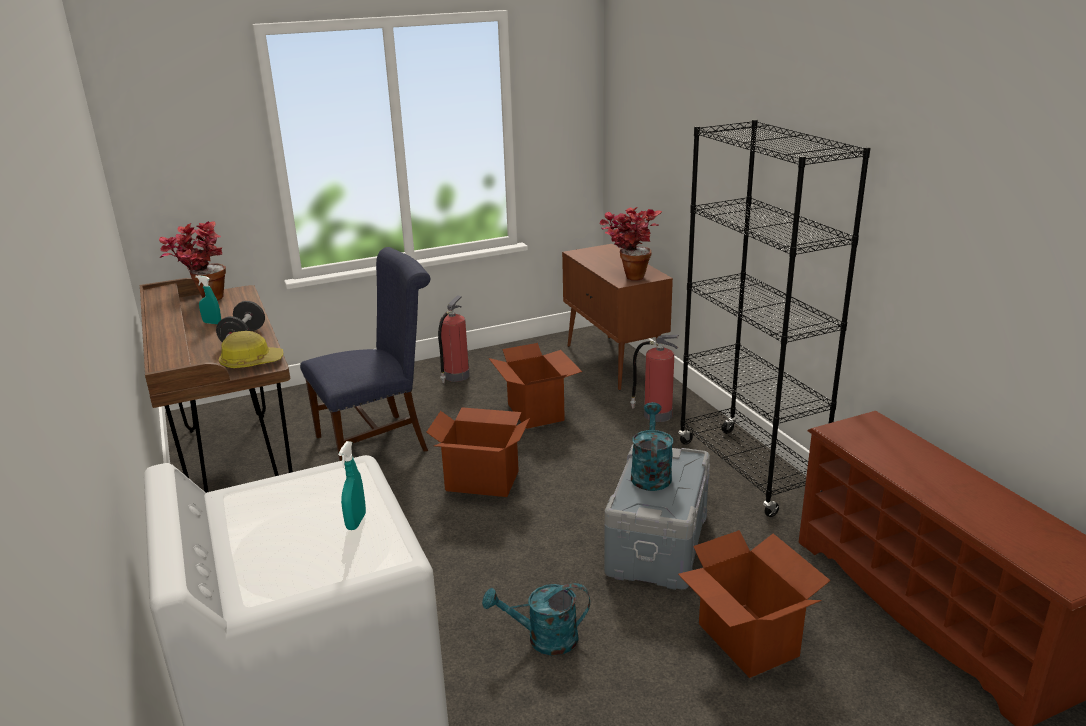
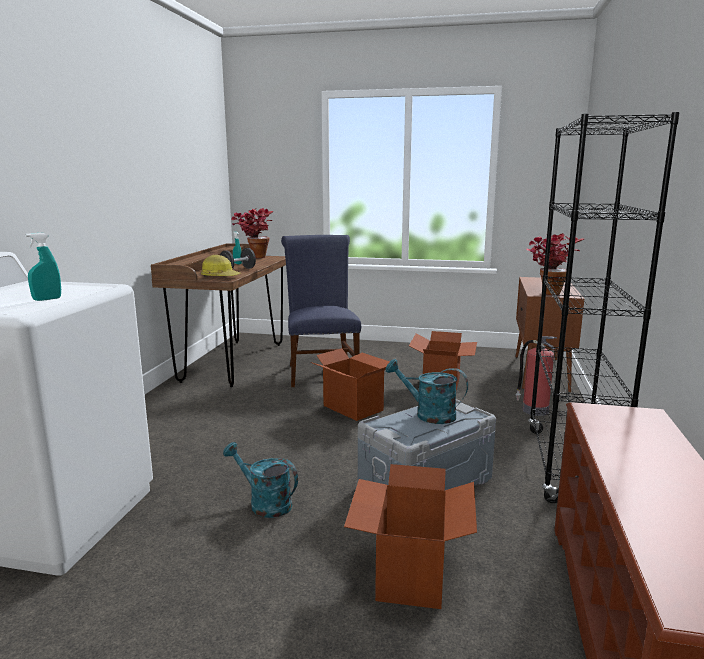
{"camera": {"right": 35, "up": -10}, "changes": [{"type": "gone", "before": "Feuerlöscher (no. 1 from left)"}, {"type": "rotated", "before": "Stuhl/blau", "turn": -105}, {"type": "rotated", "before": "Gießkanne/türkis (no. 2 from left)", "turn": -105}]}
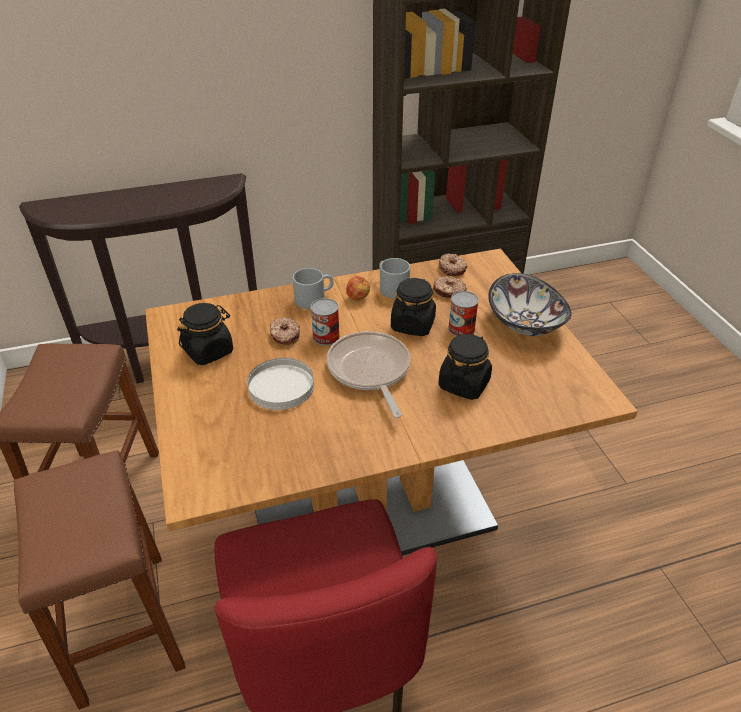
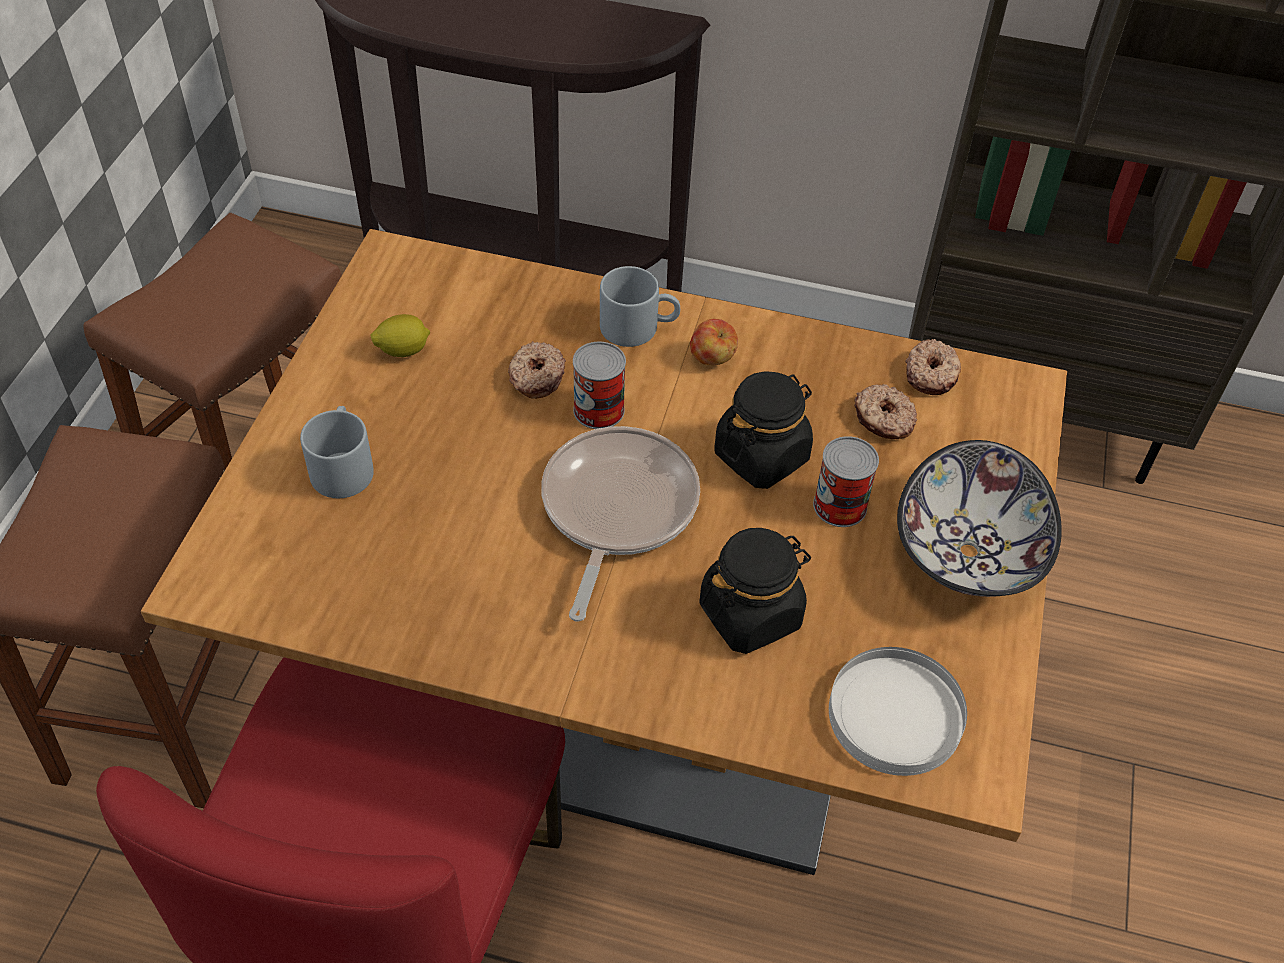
{"camera": {"right": 30, "up": 10}, "changes": [{"type": "shifted", "before": "Teller/weiß"}, {"type": "shifted", "before": "Henkelbecher/grau (no. 2 from left in the first image)", "after": "Henkelbecher/grau (no. 1 from left)"}, {"type": "swapped", "before": "Vorratsglas/schwarz (no. 1 from left)", "after": "Zitrone"}]}
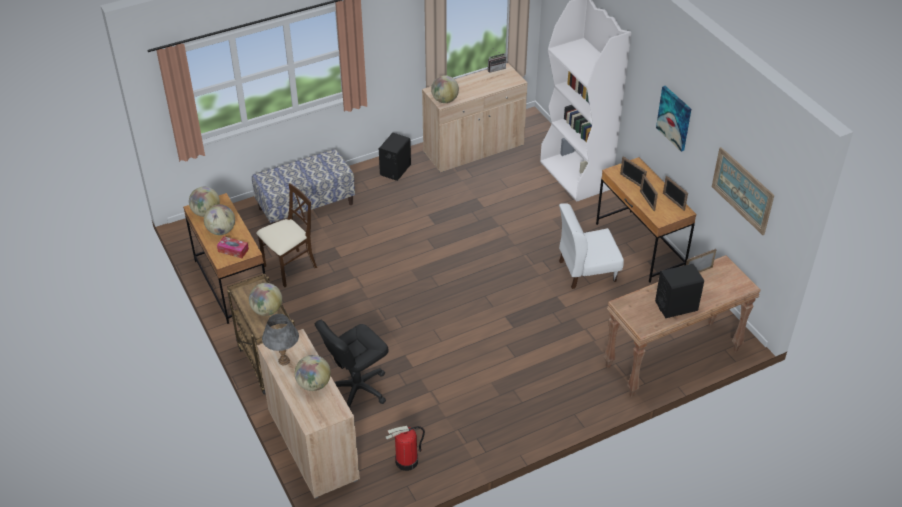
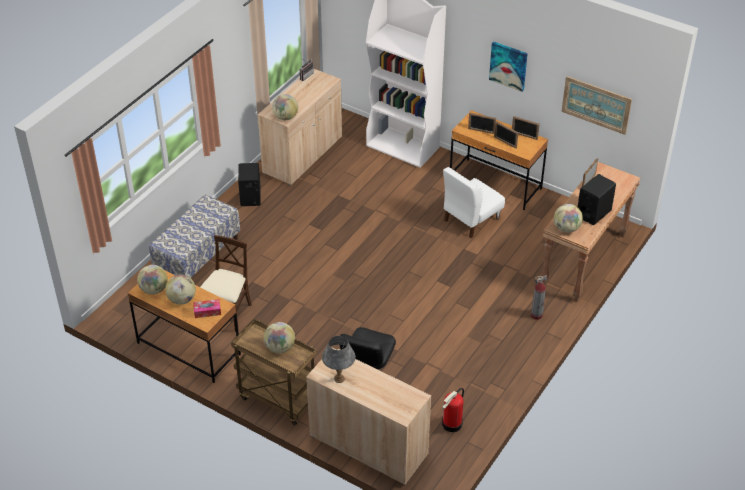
{"camera": {"right": -30, "up": 0}, "changes": [{"type": "new", "after": "Feuerlöscher (no. 2 from left)"}, {"type": "shifted", "before": "Globus (no. 4 from left in the first image)", "after": "Globus (no. 5 from left)"}]}
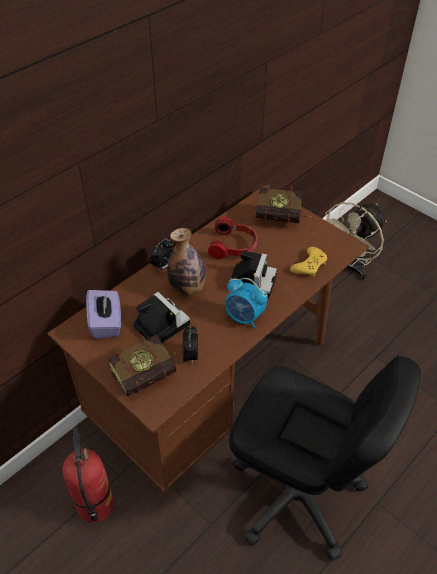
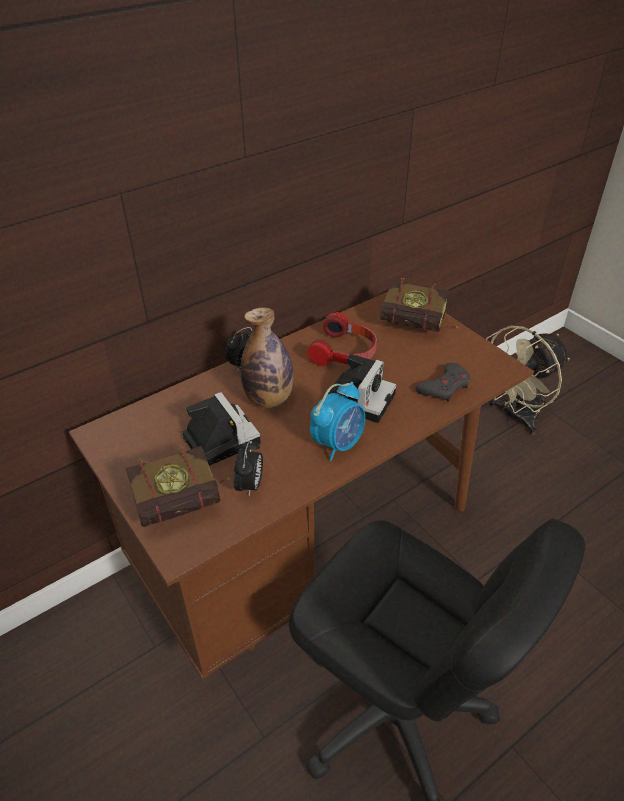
{"camera": {"right": 10, "up": -5}, "changes": [{"type": "gone", "before": "Feuerlöscher"}, {"type": "gone", "before": "Taschentuchbox/lila"}, {"type": "repainted", "before": "Gamepad/gelb", "after": "Gamepad/grau"}, {"type": "rotated", "before": "Wecker (no. 3 from left)", "turn": -90}]}
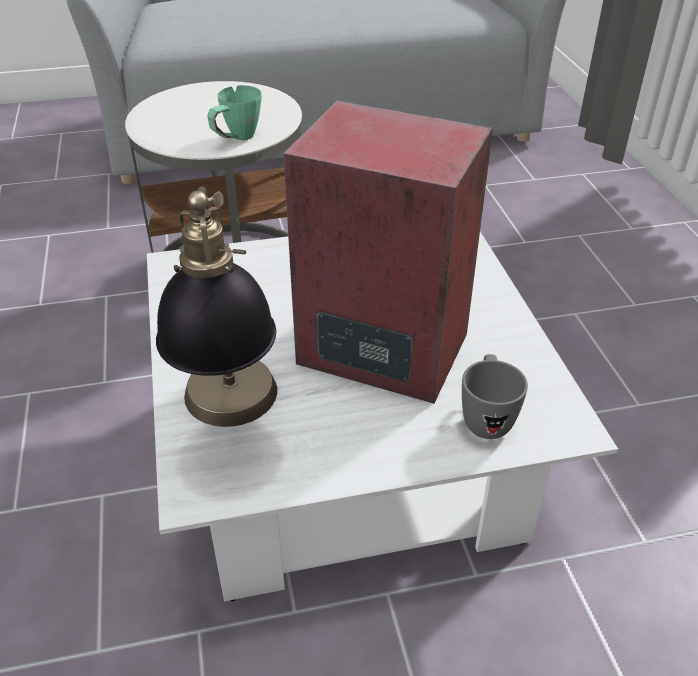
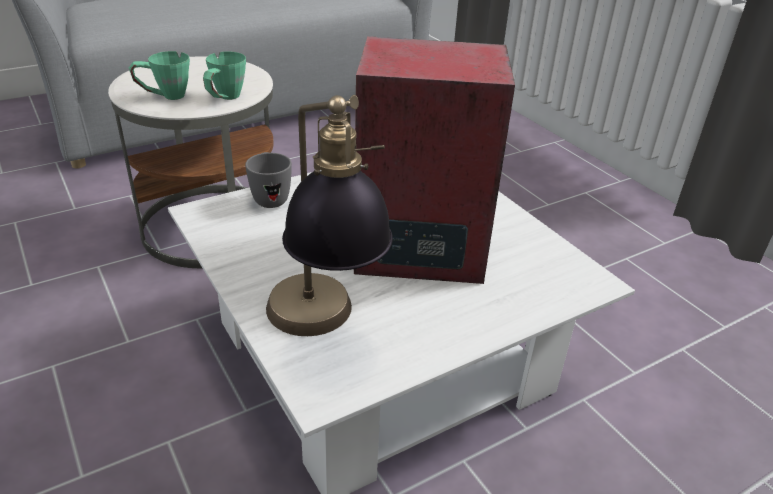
{"camera": {"right": -20, "up": -5}, "changes": [{"type": "new", "after": "Henkelbecher/grün (no. 1 from left)"}, {"type": "shifted", "before": "Henkelbecher/grau"}]}
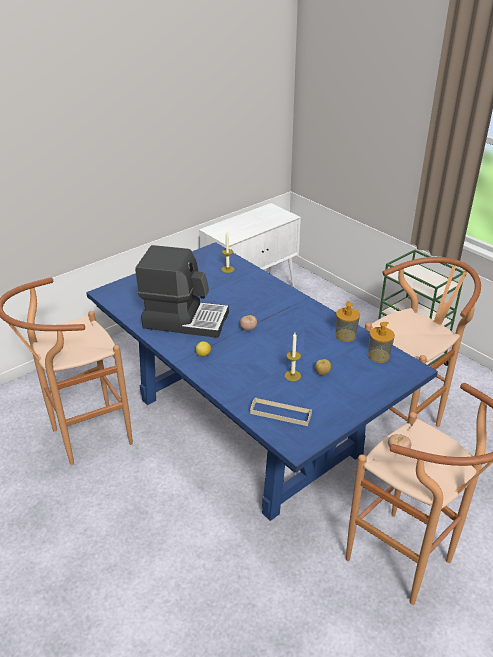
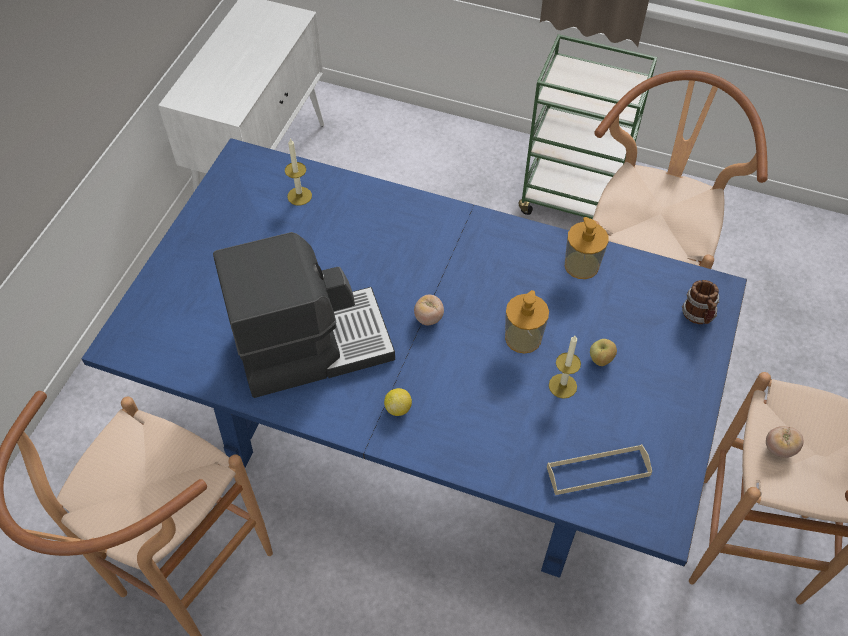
{"camera": {"right": -30, "up": 20}, "changes": [{"type": "new", "after": "Henkelbecher"}, {"type": "shifted", "before": "Seifenspender (no. 2 from left in the first image)", "after": "Seifenspender (no. 1 from left)"}]}
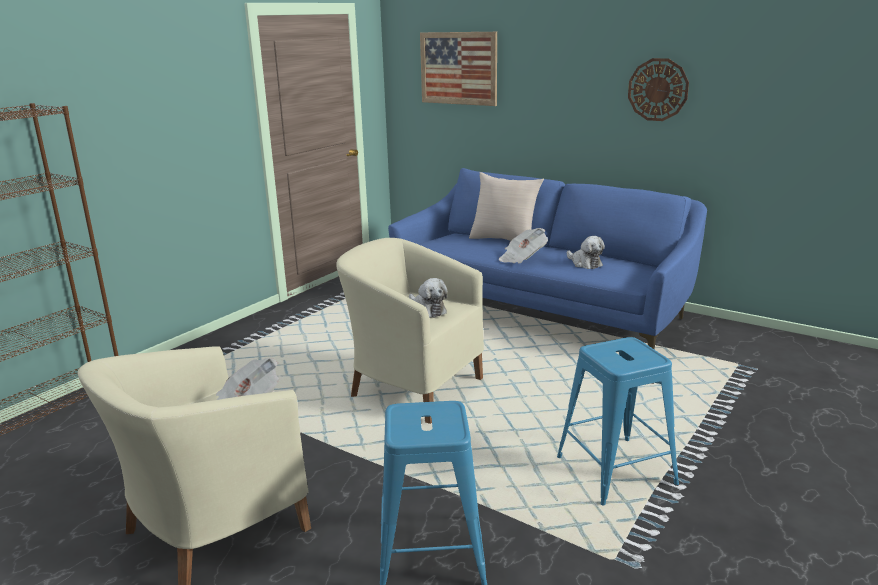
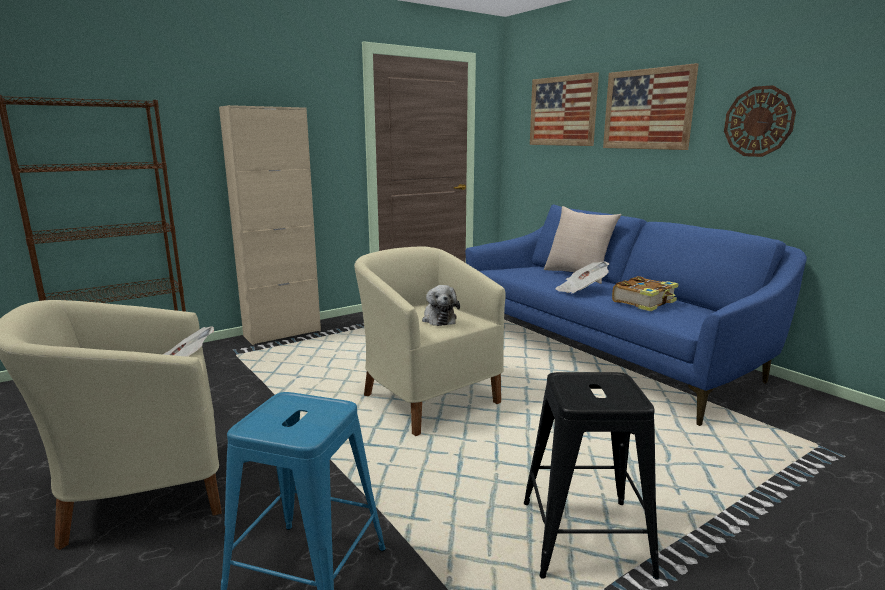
{"camera": {"right": 20, "up": -5}, "changes": [{"type": "new", "after": "Schrank/beige"}, {"type": "new", "after": "Bild (no. 2 from left)"}, {"type": "swapped", "before": "Plüschtier (no. 2 from left)", "after": "Buch"}, {"type": "repainted", "before": "Hocker/blau (no. 2 from left)", "after": "Hocker/schwarz"}]}
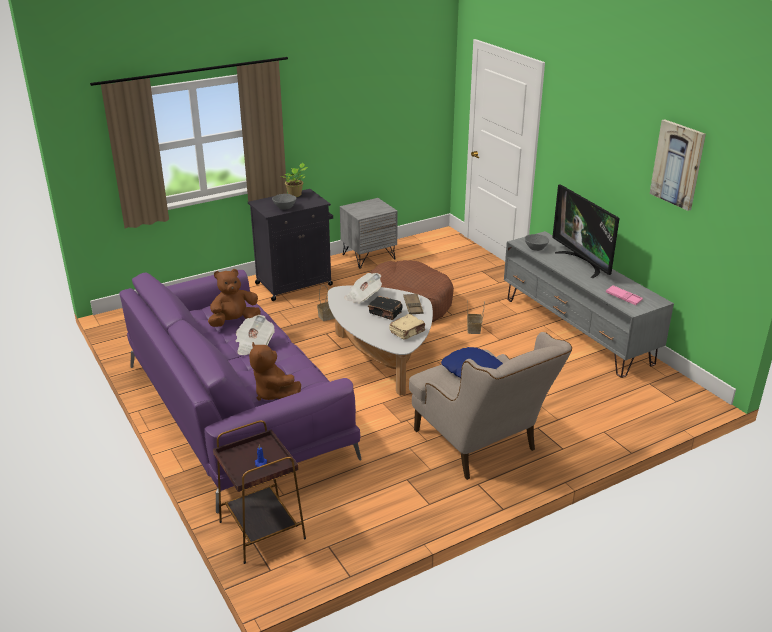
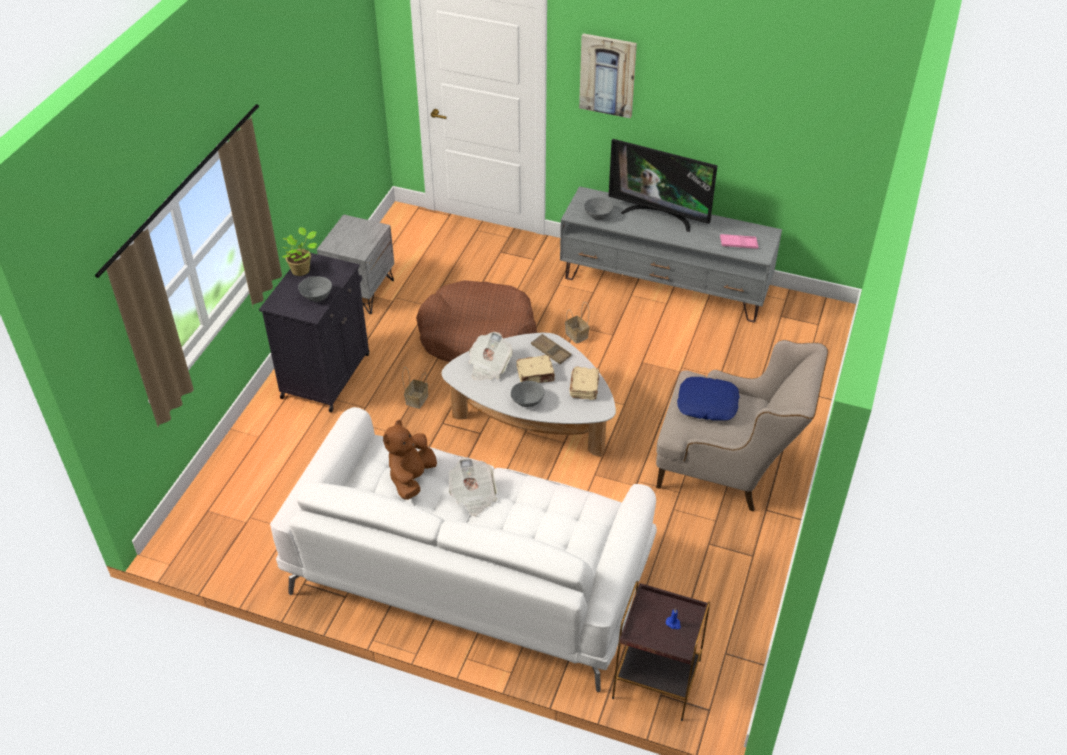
{"camera": {"right": -40, "up": 15}, "changes": [{"type": "gone", "before": "Plüschtier/braun (no. 2 from left)"}, {"type": "new", "after": "Schüssel/grau (no. 2 from left)"}, {"type": "shifted", "before": "Bild"}, {"type": "repainted", "before": "Sofa/lila", "after": "Sofa/weiß"}, {"type": "repainted", "before": "Buch/schwarz", "after": "Buch/beige (no. 1 from left)"}]}
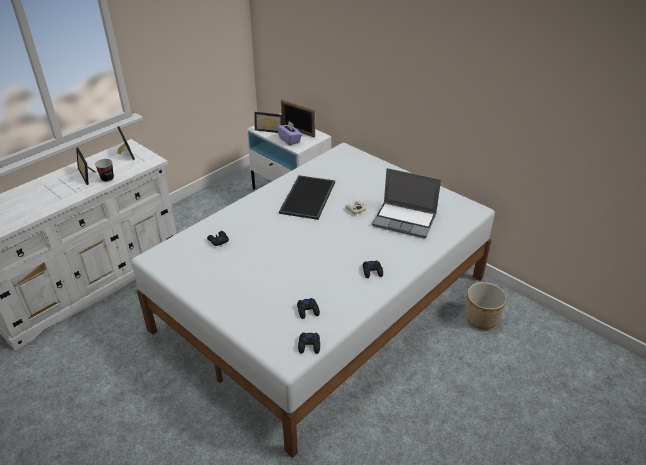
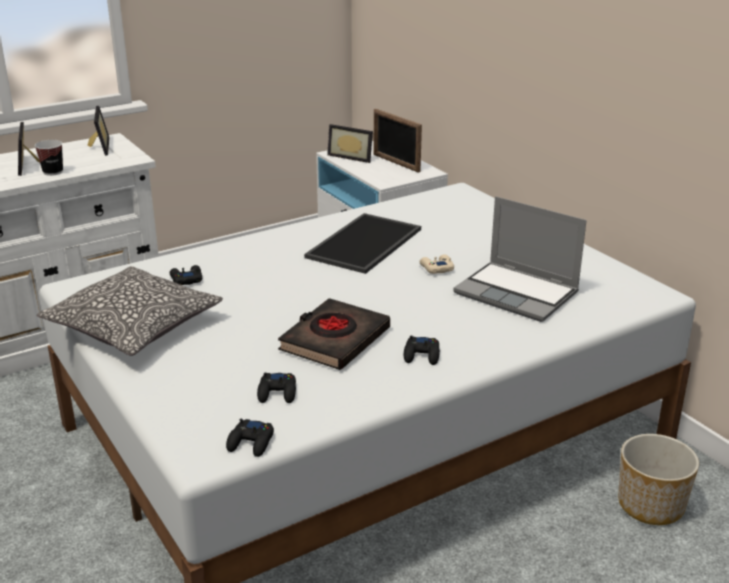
{"camera": {"right": 15, "up": -10}, "changes": [{"type": "gone", "before": "Taschentuchbox/lila"}, {"type": "new", "after": "Kissen"}, {"type": "new", "after": "Buch/schwarz"}]}
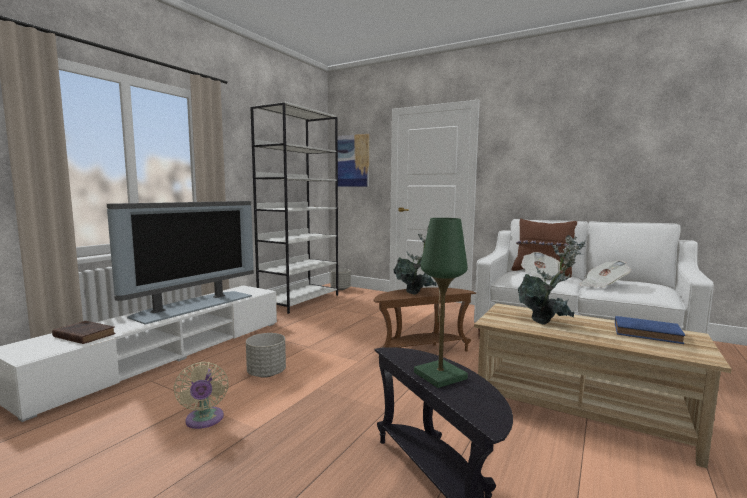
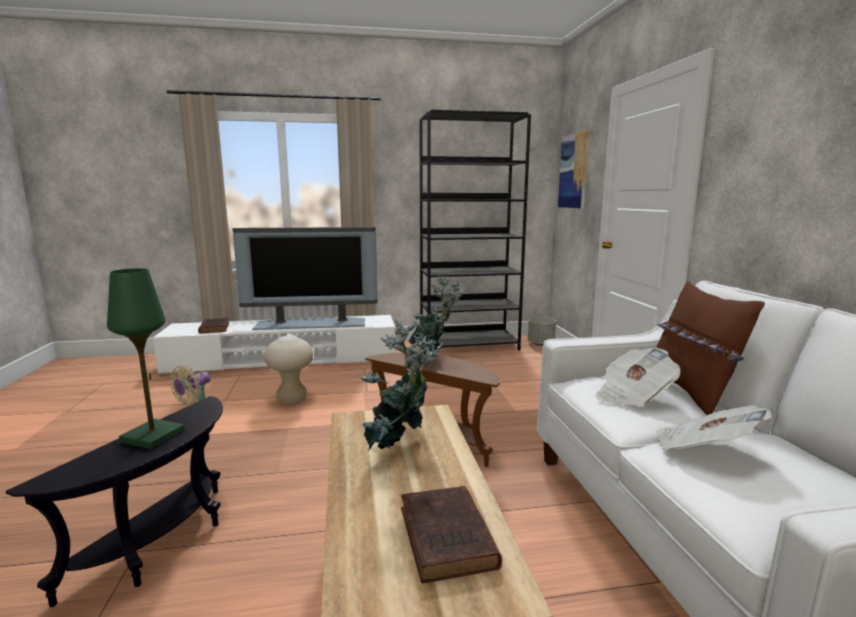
{"camera": {"right": 50, "up": 5}, "changes": [{"type": "swapped", "before": "Pflanzkübel/grau (no. 1 from left)", "after": "Hocker/beige"}, {"type": "repainted", "before": "Bücherregal/weiß", "after": "Bücherregal/schwarz"}, {"type": "repainted", "before": "Buch/blau", "after": "Buch/braun (no. 2 from left)"}]}
